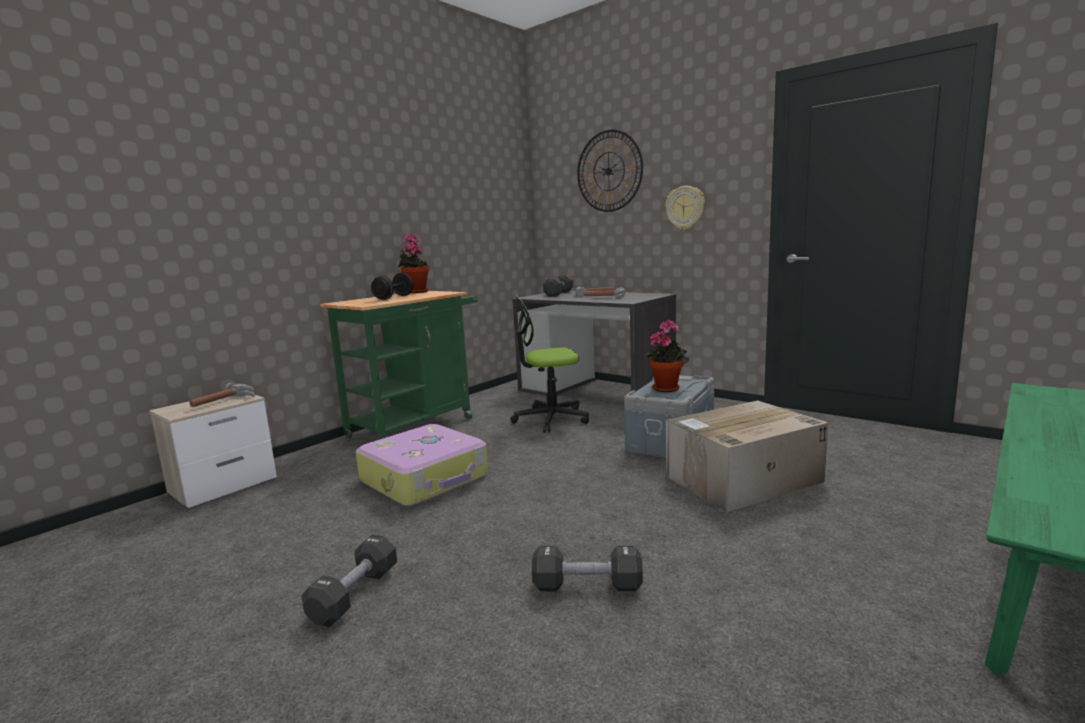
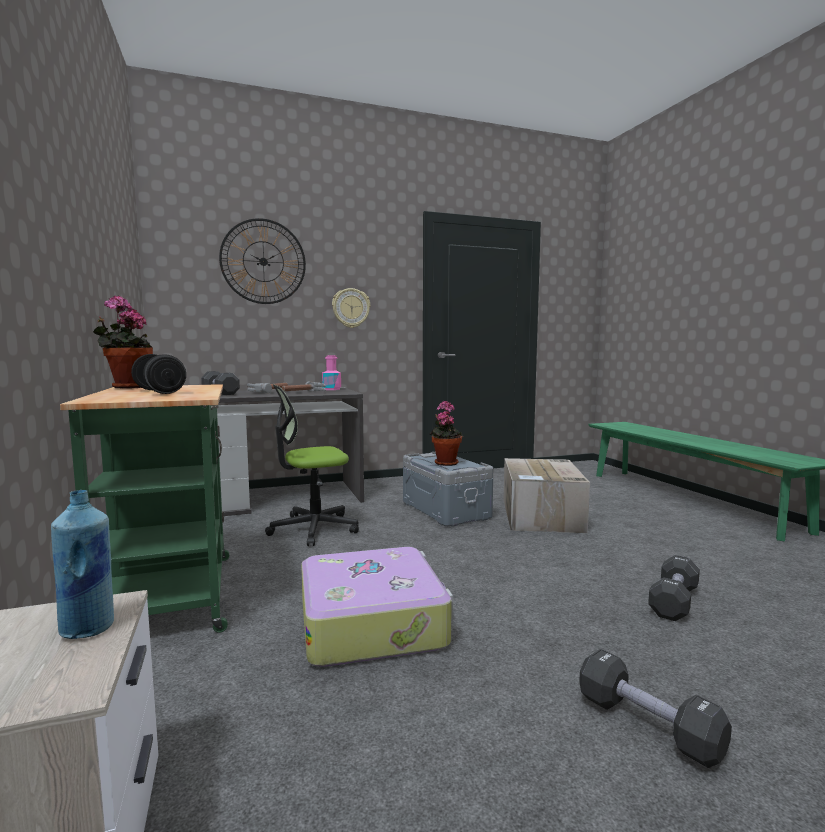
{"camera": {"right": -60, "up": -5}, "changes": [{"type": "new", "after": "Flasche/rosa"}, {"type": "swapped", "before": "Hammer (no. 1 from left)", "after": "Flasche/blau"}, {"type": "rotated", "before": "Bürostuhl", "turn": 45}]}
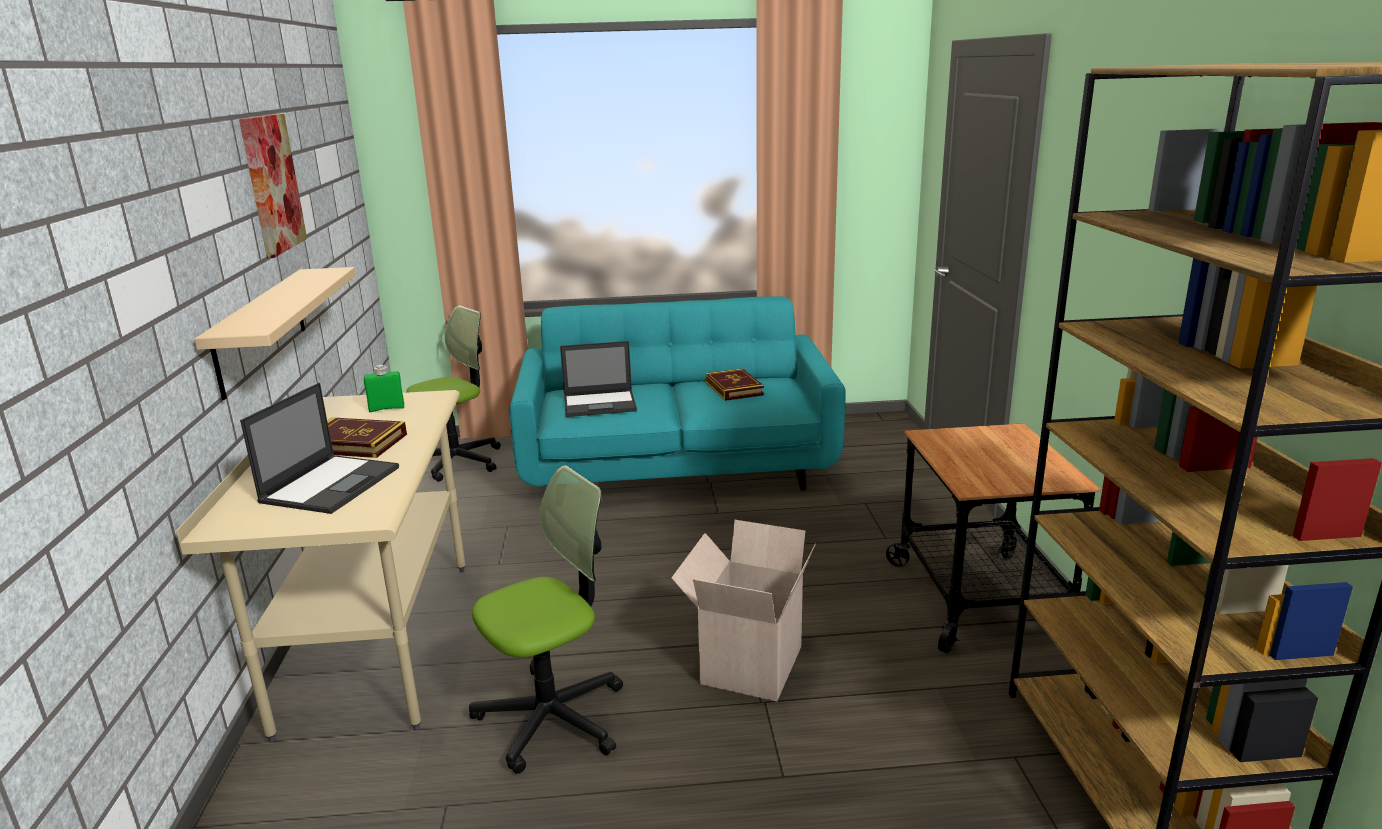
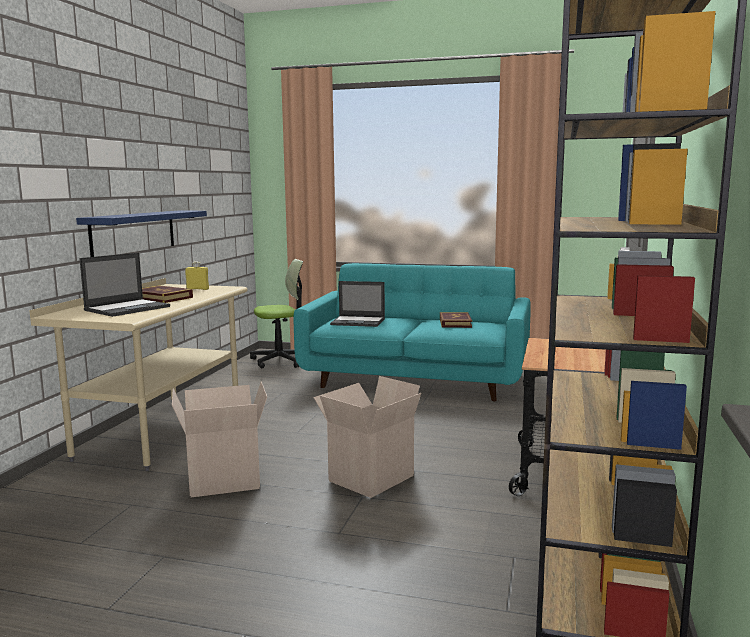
{"camera": {"right": 20, "up": -10}, "changes": [{"type": "gone", "before": "Bild"}, {"type": "swapped", "before": "Bürostuhl (no. 2 from left)", "after": "Karton (no. 1 from left)"}, {"type": "repainted", "before": "Wandregal/beige", "after": "Wandregal/blau"}, {"type": "repainted", "before": "Flasche/grün", "after": "Flasche/gelb"}]}
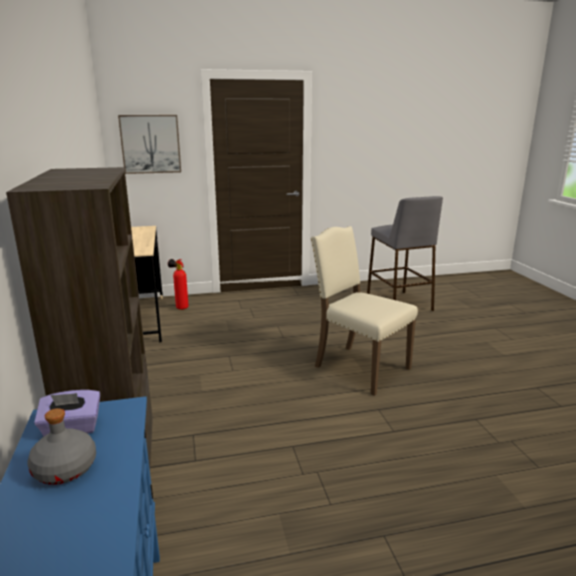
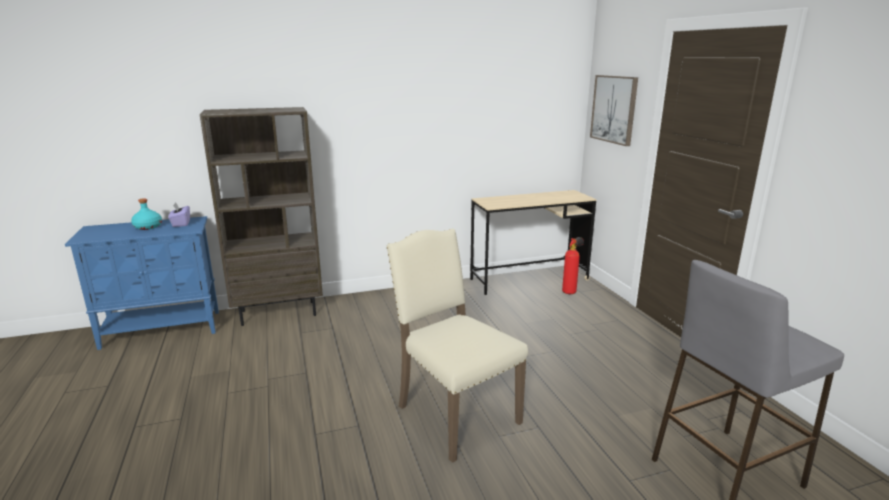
{"camera": {"right": 85, "up": 0}, "changes": [{"type": "repainted", "before": "Flasche/grau", "after": "Flasche/türkis"}, {"type": "rotated", "before": "Stuhl/beige", "turn": -75}]}
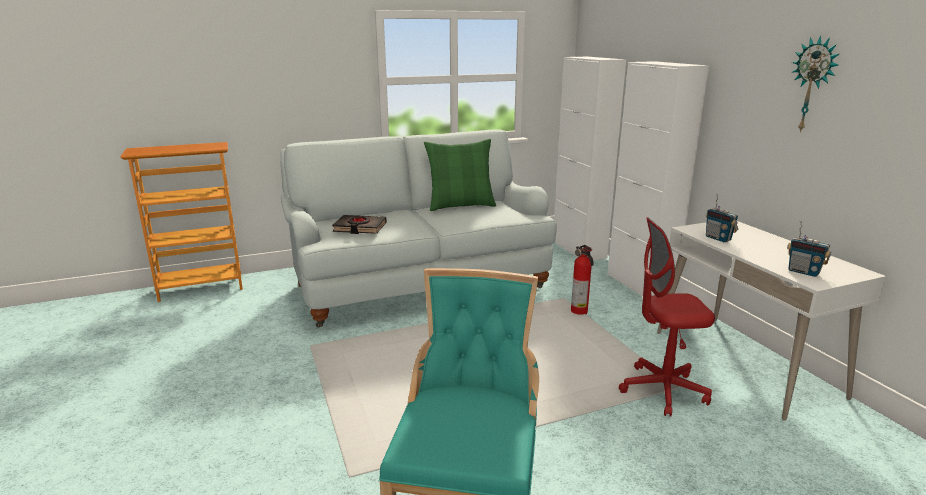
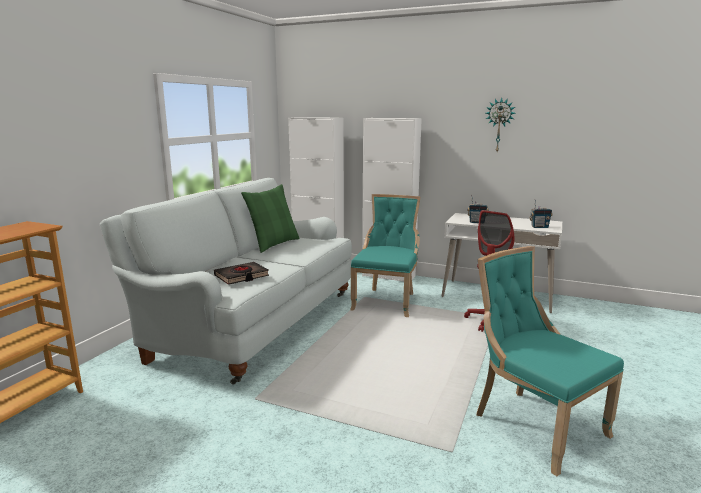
{"camera": {"right": -45, "up": -5}, "changes": [{"type": "swapped", "before": "Feuerlöscher", "after": "Stuhl/türkis (no. 1 from left)"}]}
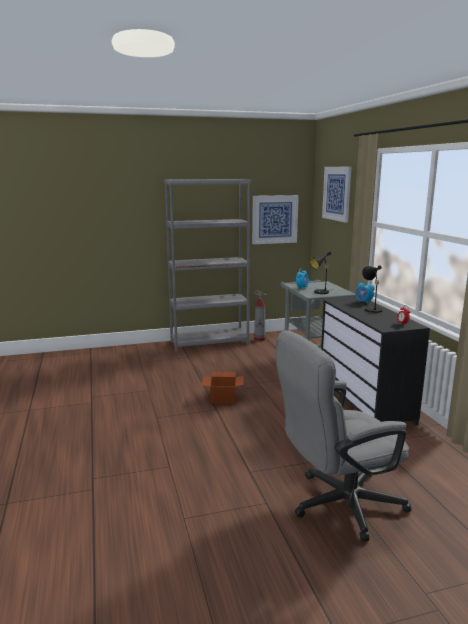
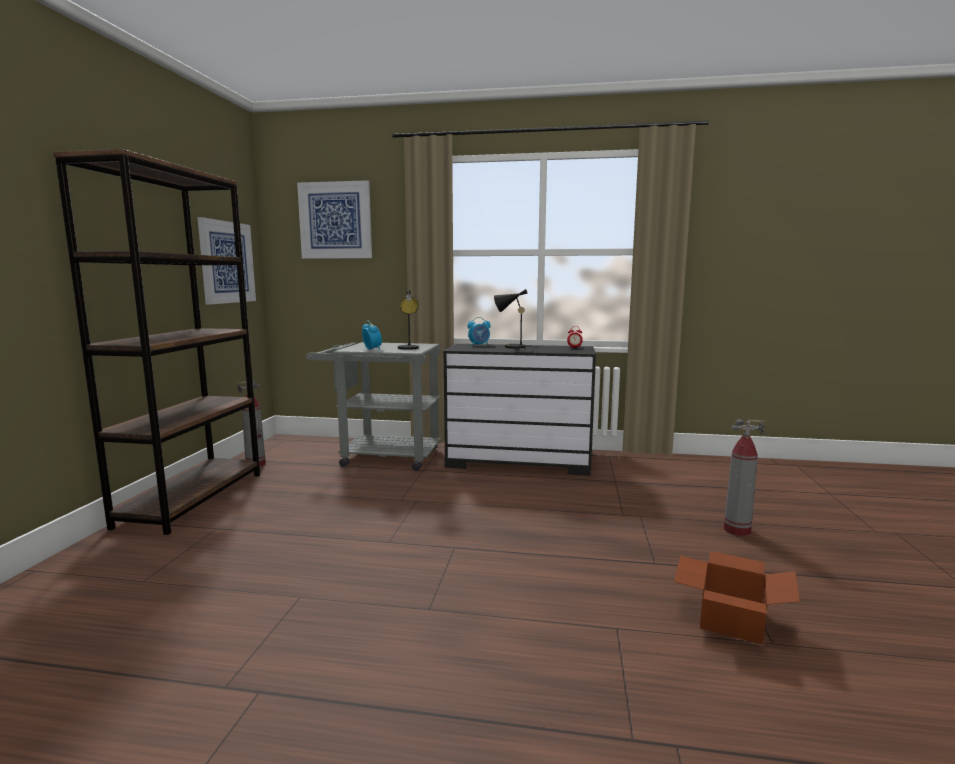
{"camera": {"right": -65, "up": -5}, "changes": [{"type": "shifted", "before": "Karton"}, {"type": "swapped", "before": "Bürostuhl/grau", "after": "Feuerlöscher (no. 2 from left)"}, {"type": "repainted", "before": "Bücherregal/grau", "after": "Bücherregal/braun"}]}
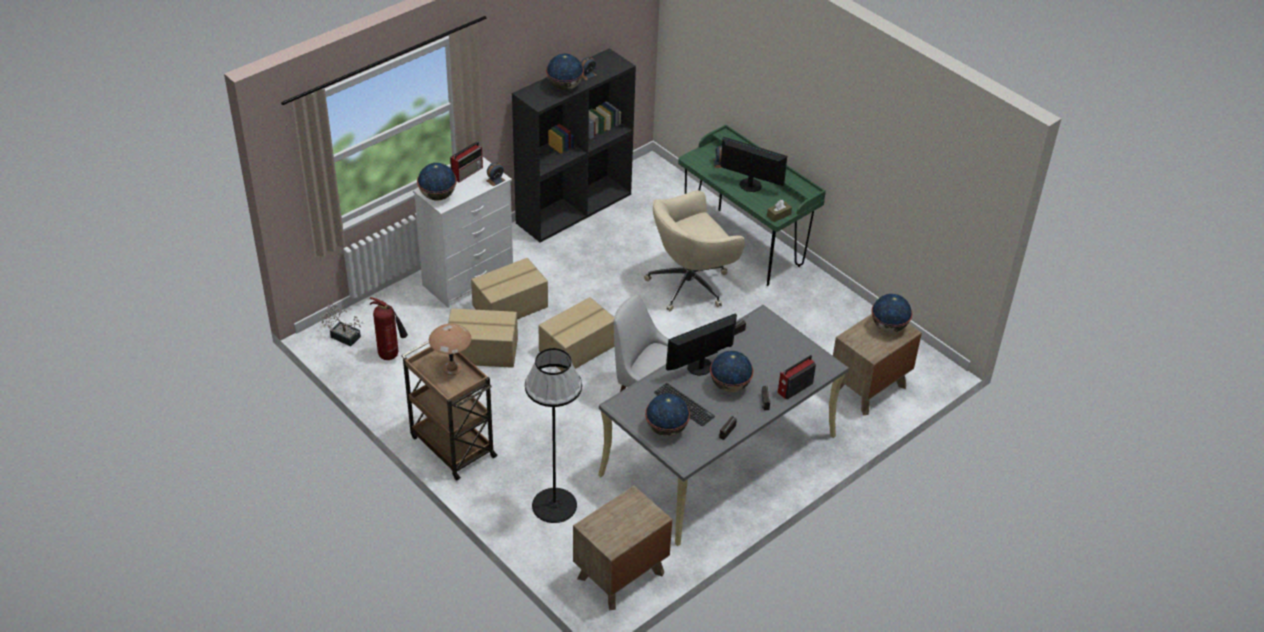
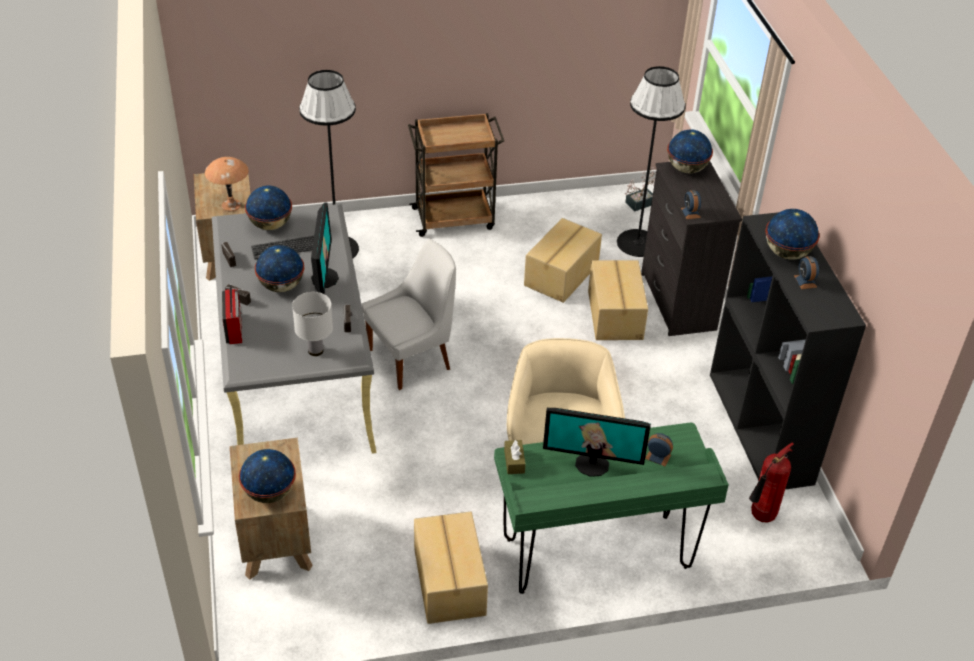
{"camera": {"right": 120, "up": 0}, "changes": [{"type": "gone", "before": "Radio (no. 1 from left)"}, {"type": "new", "after": "Tischlampe/weiß"}, {"type": "new", "after": "Stehlampe/schwarz (no. 2 from left)"}, {"type": "shifted", "before": "Feuerlöscher"}, {"type": "shifted", "before": "Tischlampe/braun"}, {"type": "shifted", "before": "Karton (no. 3 from left in the first image)", "after": "Karton (no. 1 from left)"}, {"type": "repainted", "before": "Kommode/weiß", "after": "Kommode/schwarz"}, {"type": "rotated", "before": "Monitor (no. 2 from left)", "turn": 45}]}
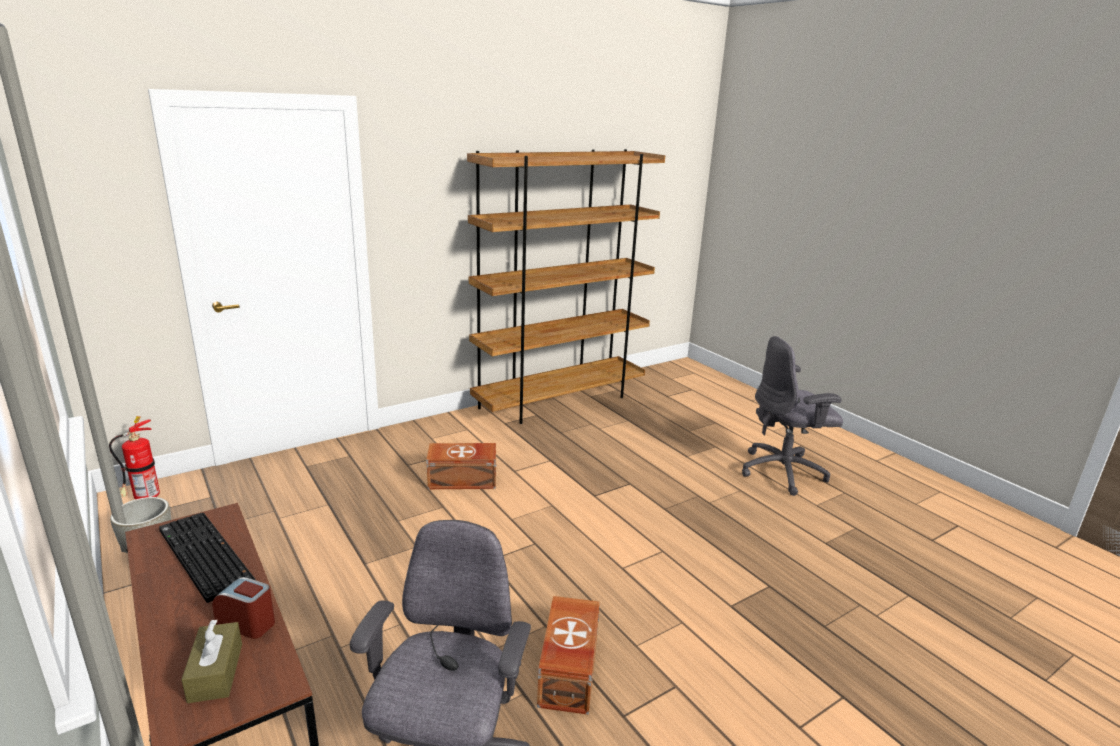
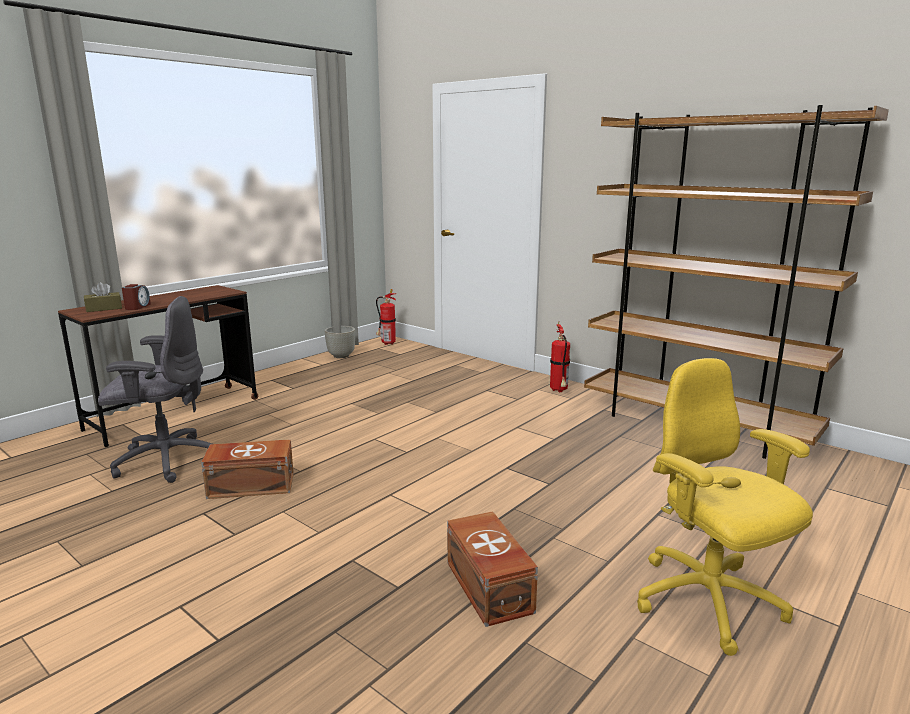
{"camera": {"right": 75, "up": -5}, "changes": [{"type": "gone", "before": "Tastatur"}, {"type": "new", "after": "Feuerlöscher (no. 2 from left)"}, {"type": "shifted", "before": "Aufbewahrungsbox/braun (no. 1 from left in the first image)", "after": "Aufbewahrungsbox/braun (no. 2 from left)"}, {"type": "repainted", "before": "Bürostuhl/grau (no. 2 from left)", "after": "Bürostuhl/gelb"}]}
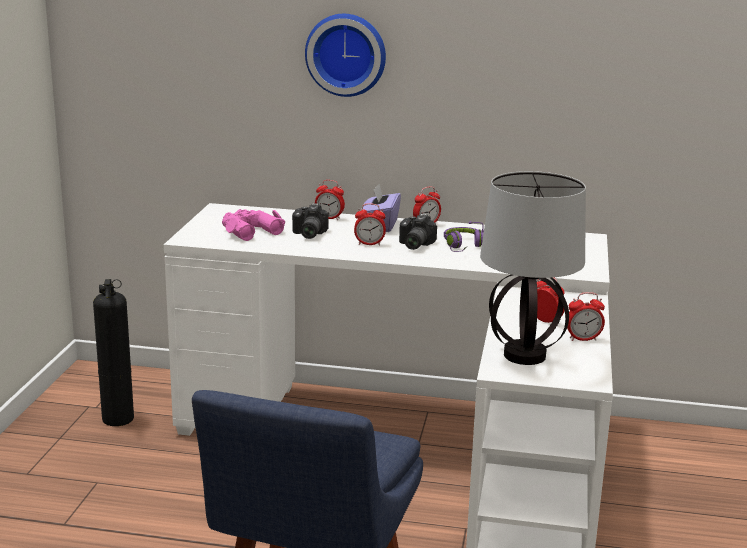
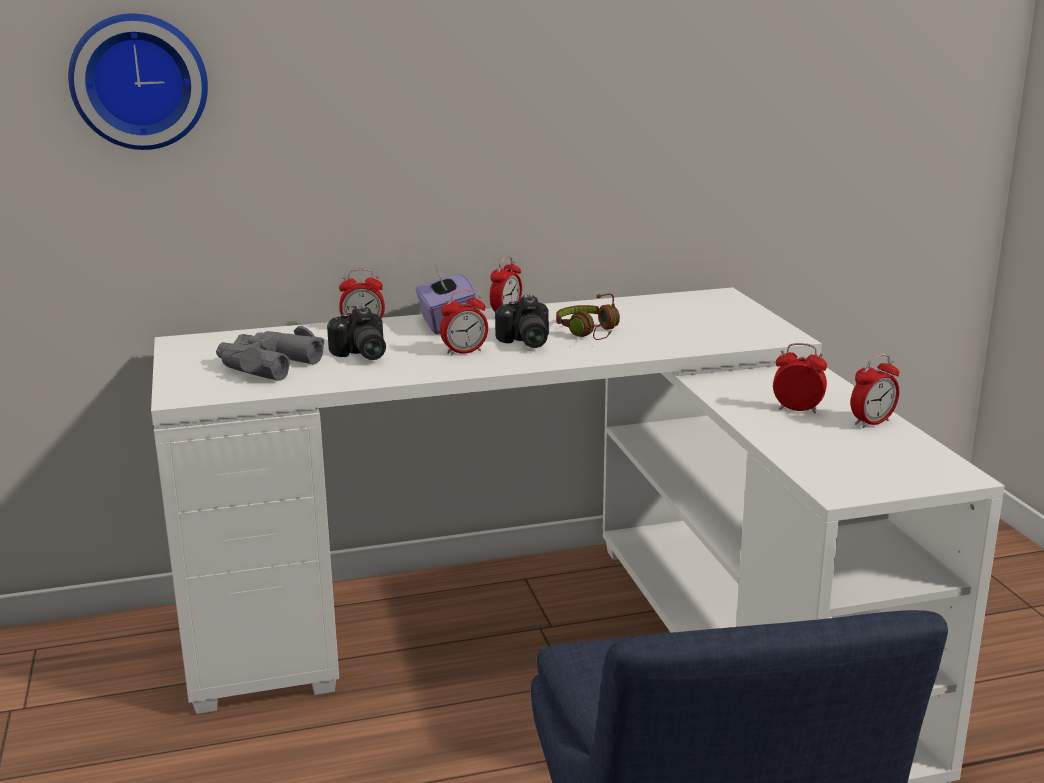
{"camera": {"right": -25, "up": 0}, "changes": [{"type": "gone", "before": "Feuerlöscher"}, {"type": "gone", "before": "Tischlampe"}, {"type": "shifted", "before": "Wanduhr"}, {"type": "repainted", "before": "Fernglas/rosa", "after": "Fernglas/grau"}, {"type": "repainted", "before": "Kopfhörer/lila", "after": "Kopfhörer/braun"}]}
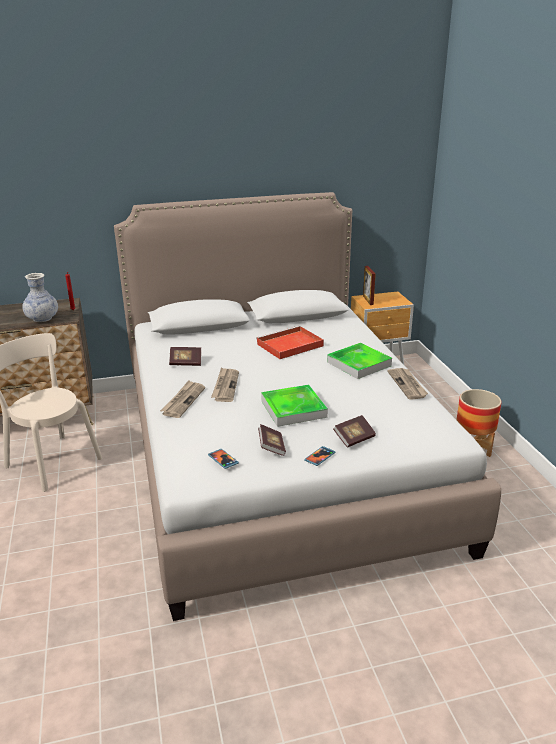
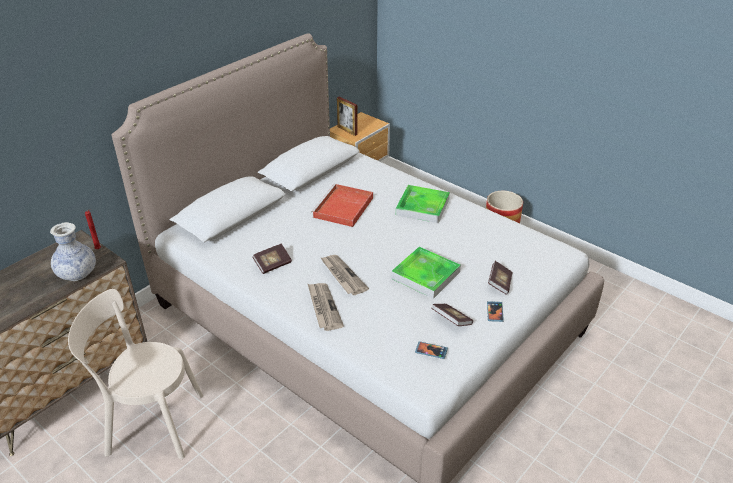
{"camera": {"right": -35, "up": 10}, "changes": [{"type": "gone", "before": "Zeitung (no. 3 from left)"}]}
